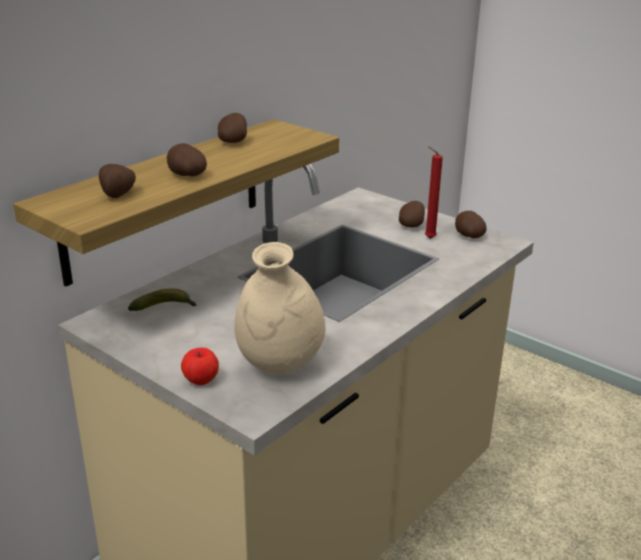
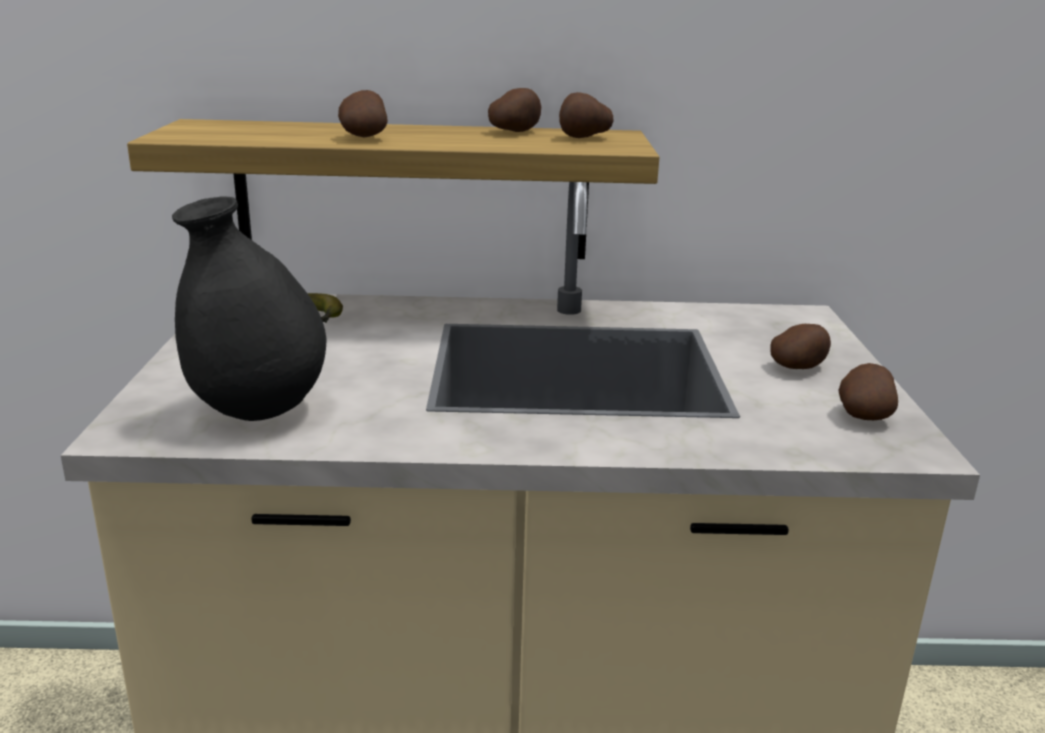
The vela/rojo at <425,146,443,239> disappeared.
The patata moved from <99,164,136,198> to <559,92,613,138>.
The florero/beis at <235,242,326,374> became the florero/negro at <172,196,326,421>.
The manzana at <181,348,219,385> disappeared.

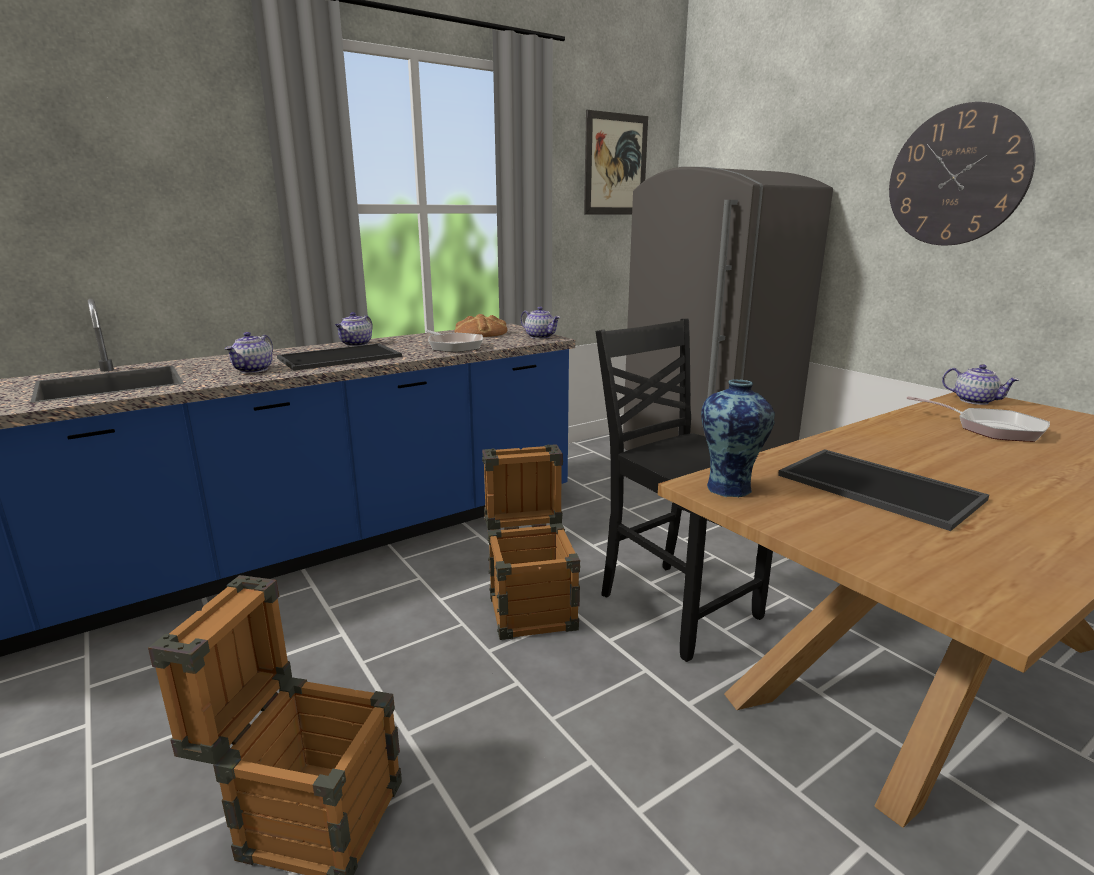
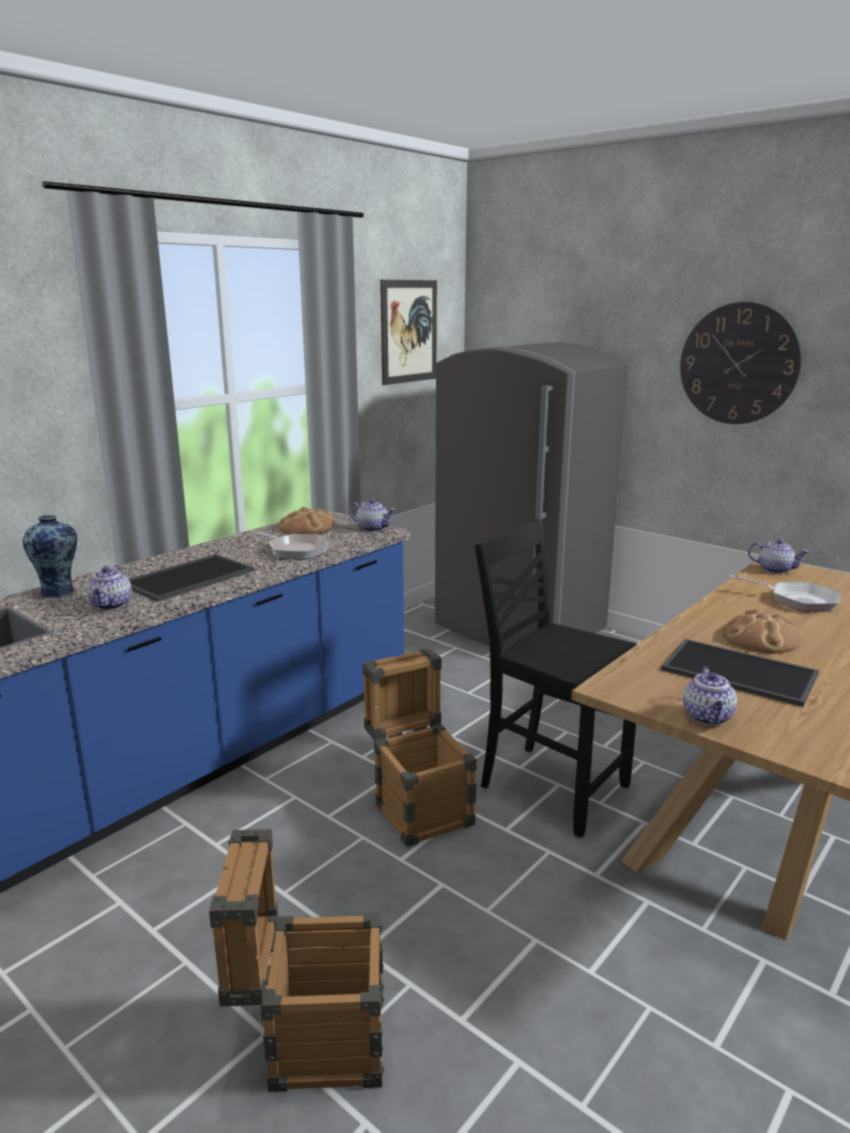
The tetera moved from <335,312,373,346> to <683,667,737,725>.
The florero moved from <701,379,775,497> to <22,515,77,598>.
The pan at <723,609,800,654> appeared.

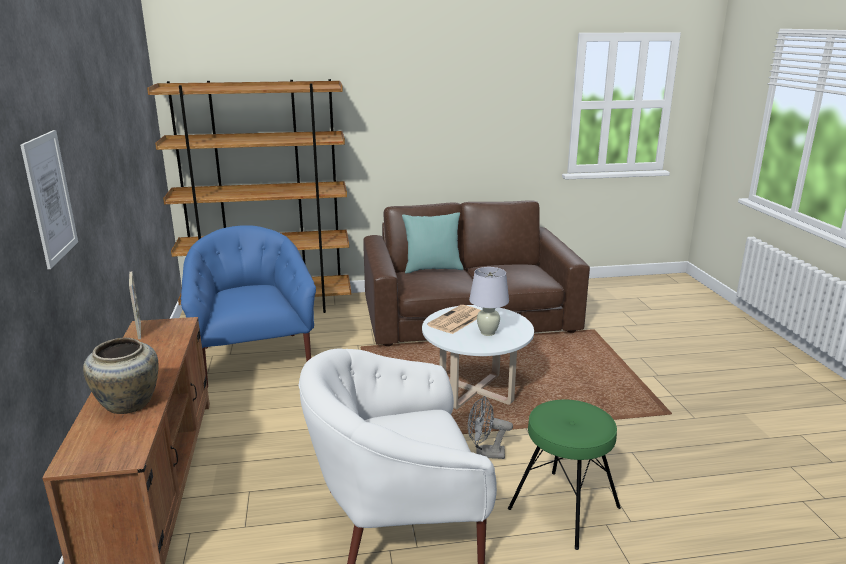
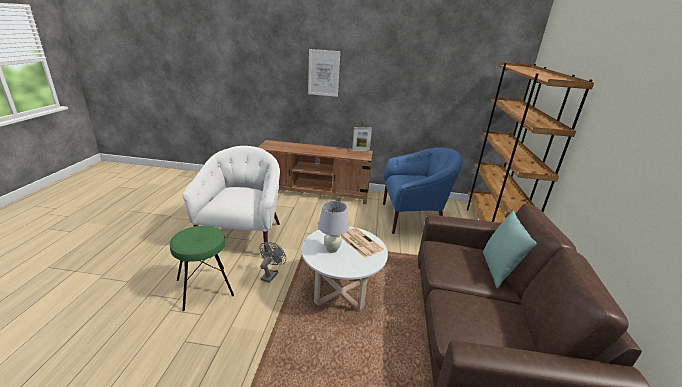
The florero/beis at <83,338,159,414> disappeared.

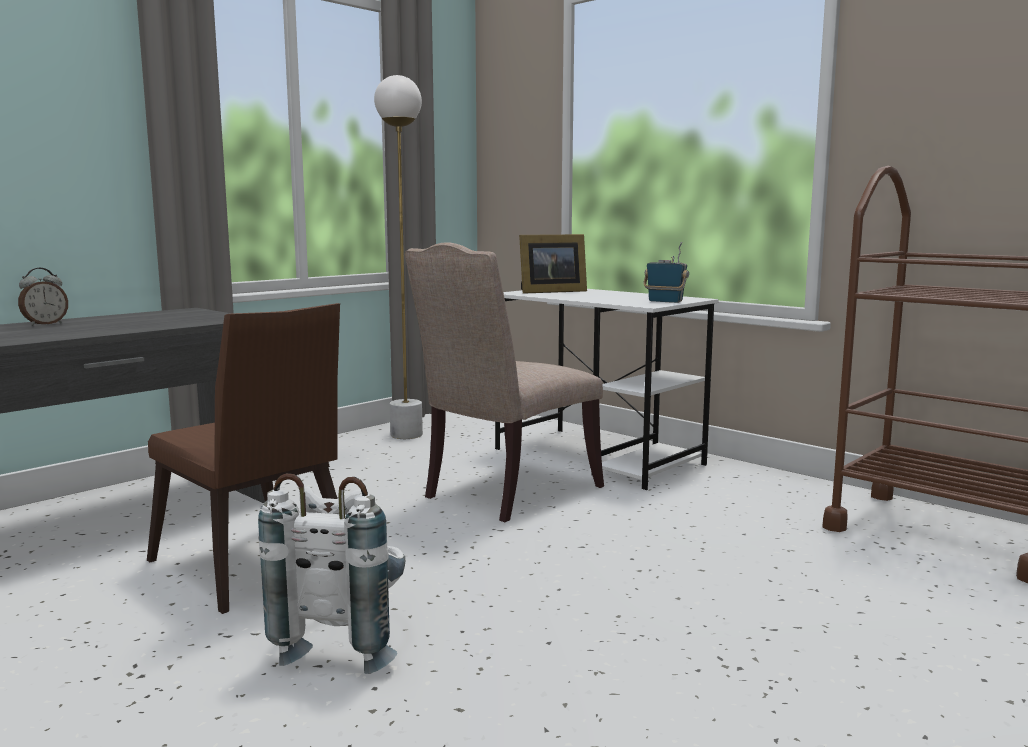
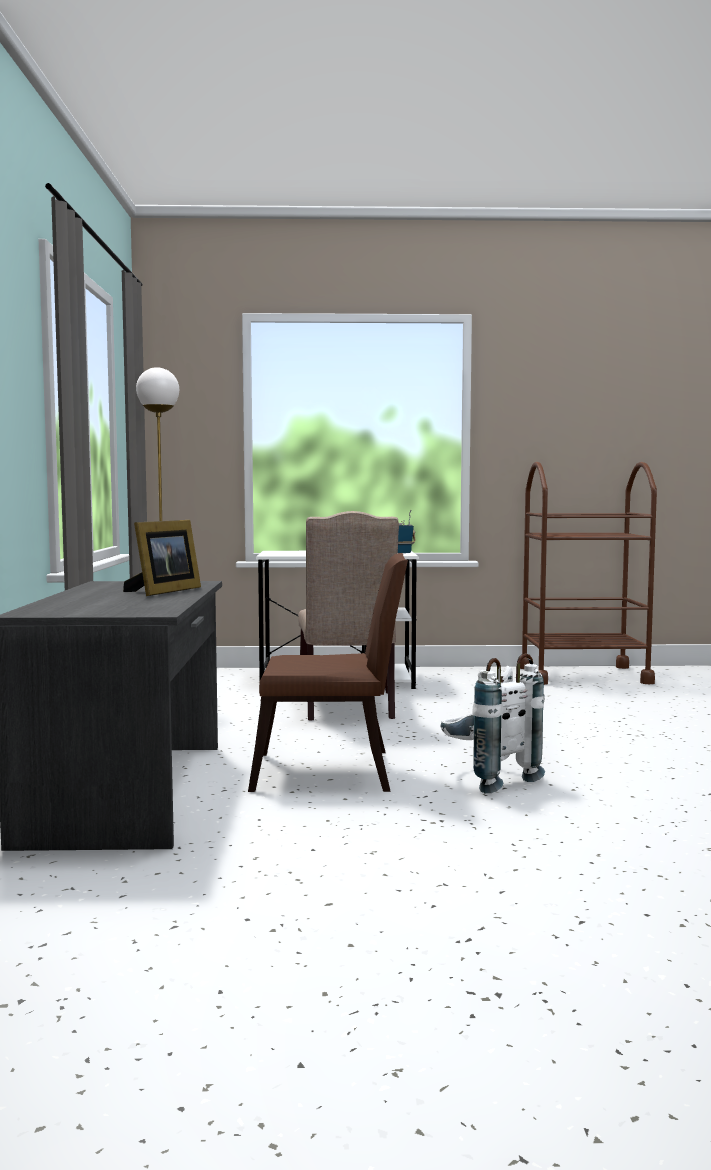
The portarretratos moved from <519,234,587,294> to <123,520,201,596>.
The despertador at <18,268,68,326> disappeared.

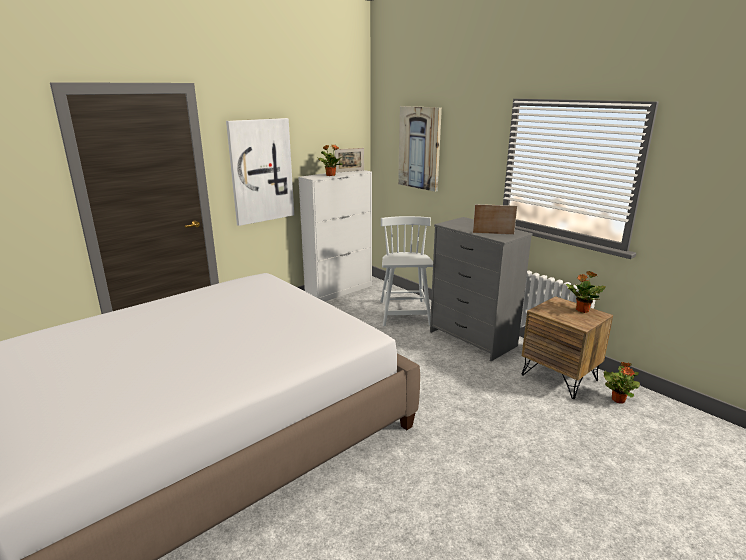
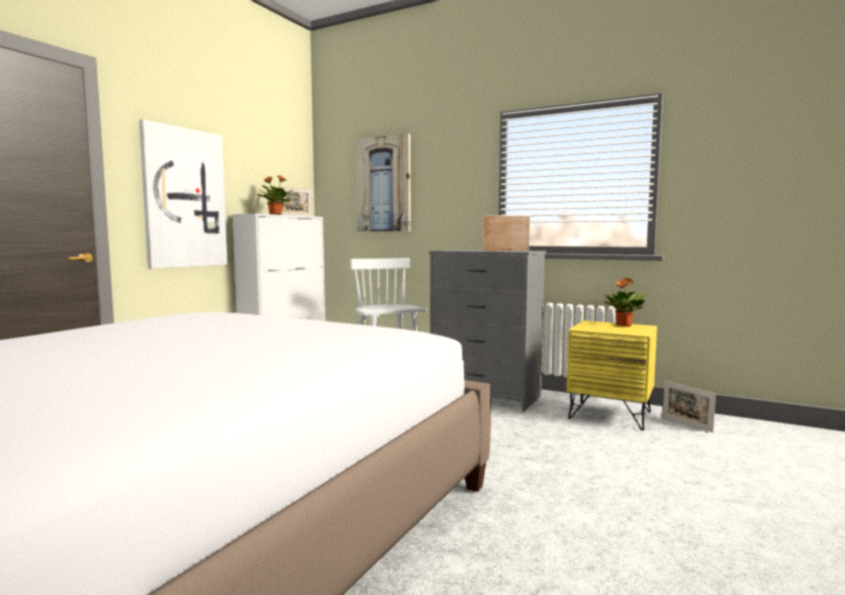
The mesita de noche/marrón at <521,296,613,399> became the mesita de noche/amarillo at <567,321,657,431>.
The planta en maceta at <604,362,640,404> was replaced by the portarretratos at <663,381,716,433>.

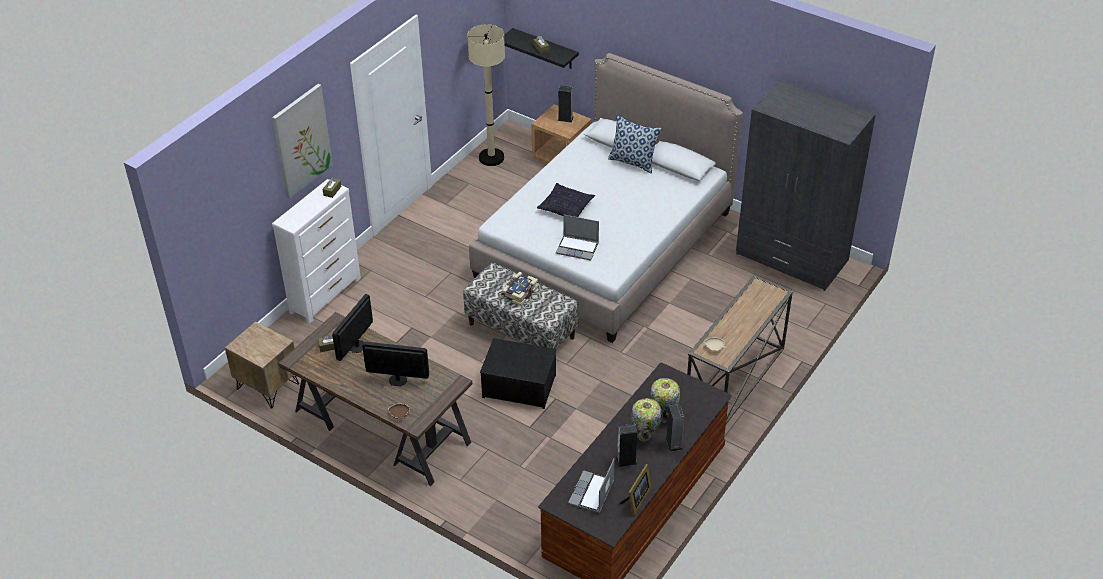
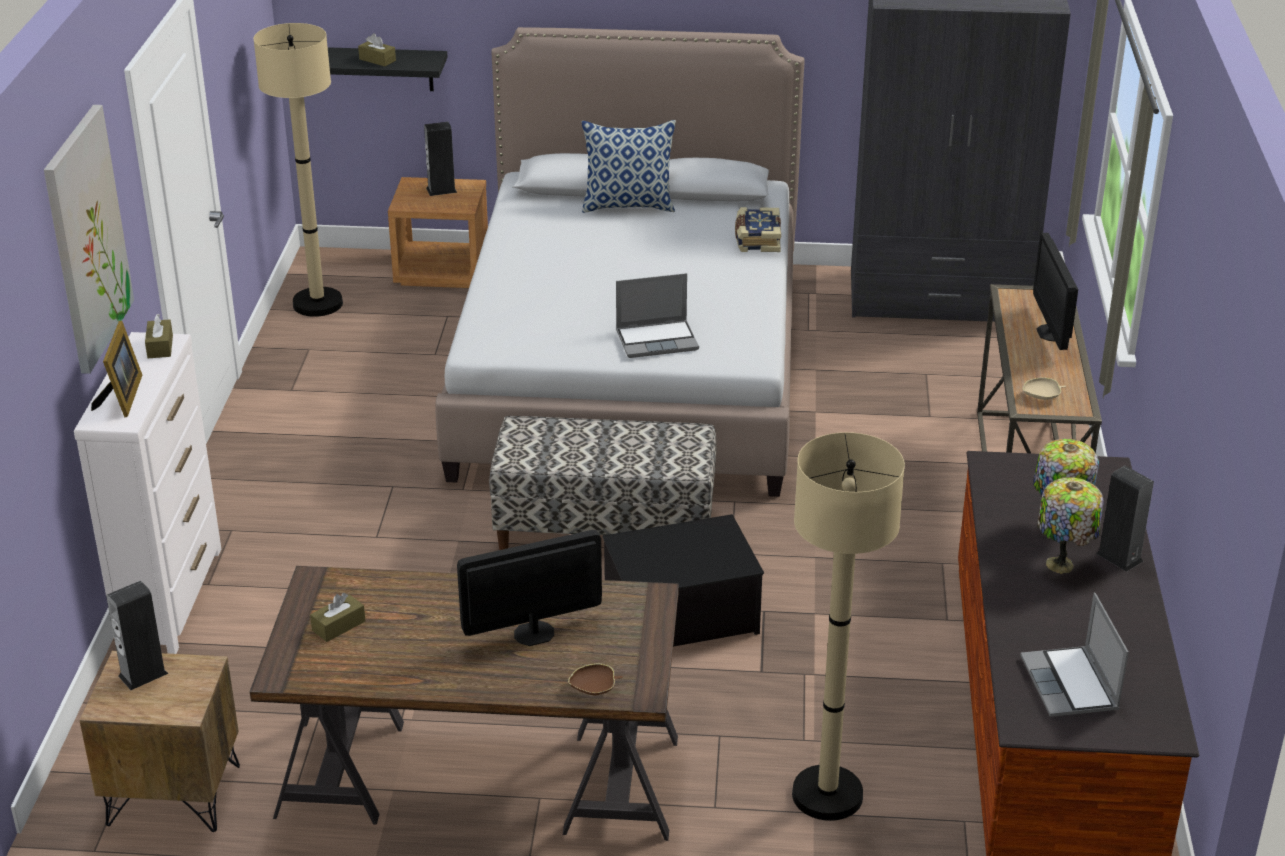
The cojín at <537,183,595,217> disappeared.
The libro moved from <501,272,538,306> to <735,207,781,252>.
The monitor moved from <332,294,373,361> to <1033,233,1078,350>.
The altavoz moved from <616,424,637,467> to <106,581,168,690>.
The portarretratos moved from <619,464,652,516> to <91,321,142,417>.
The lámpara de pie/beis at <792,432,905,821> appeared.

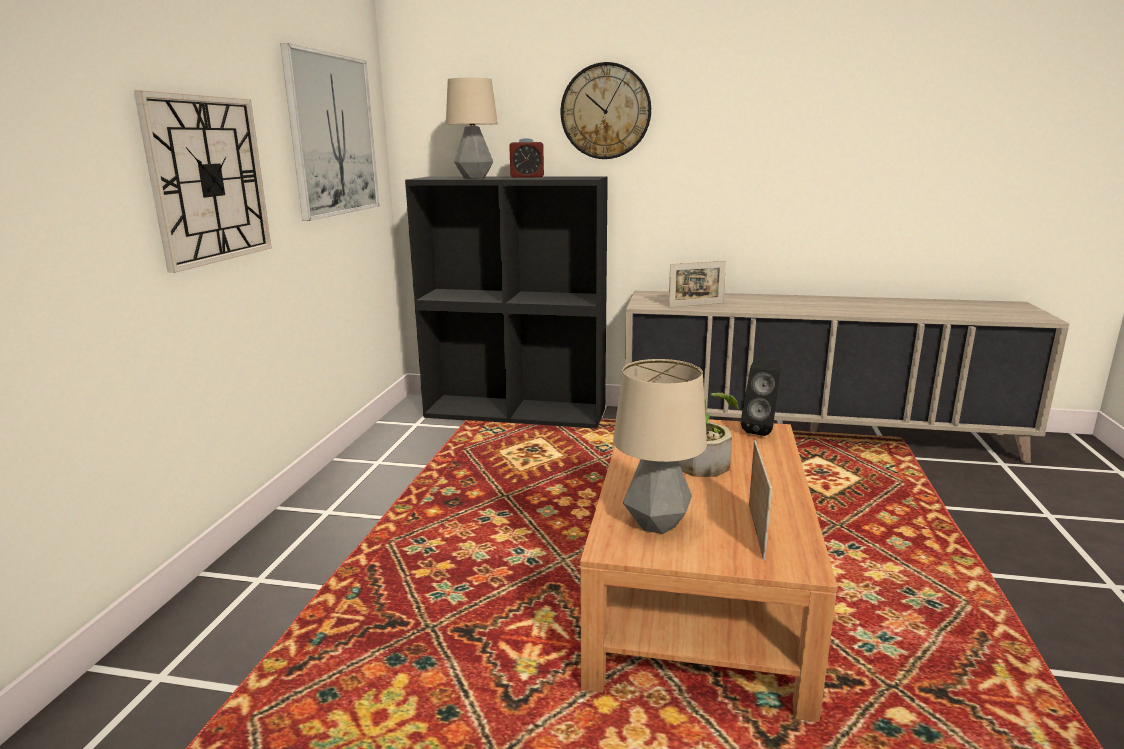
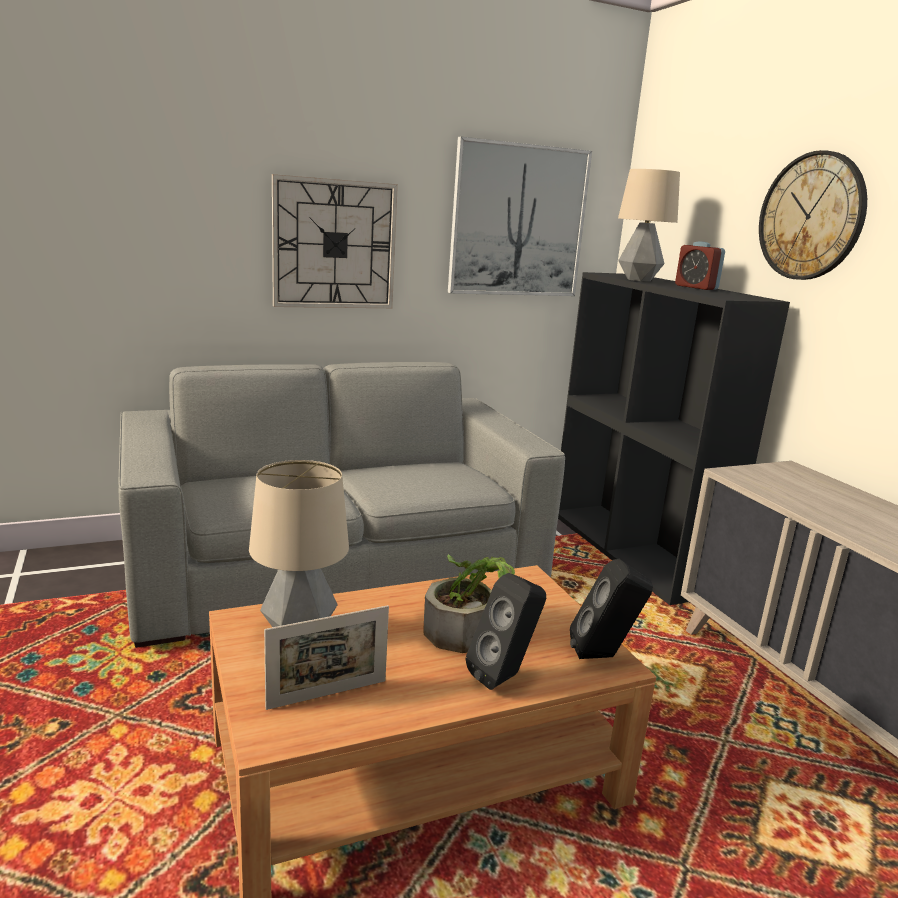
The portarretratos at <669,260,726,307> disappeared.
The sofá/gris at <118,362,565,648> appeared.
The altavoz/negro at <466,573,546,690> appeared.

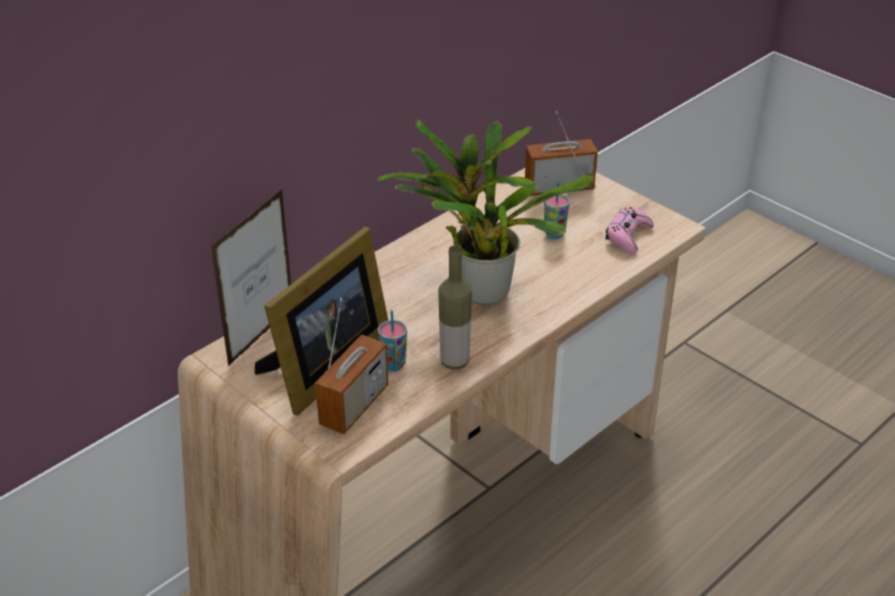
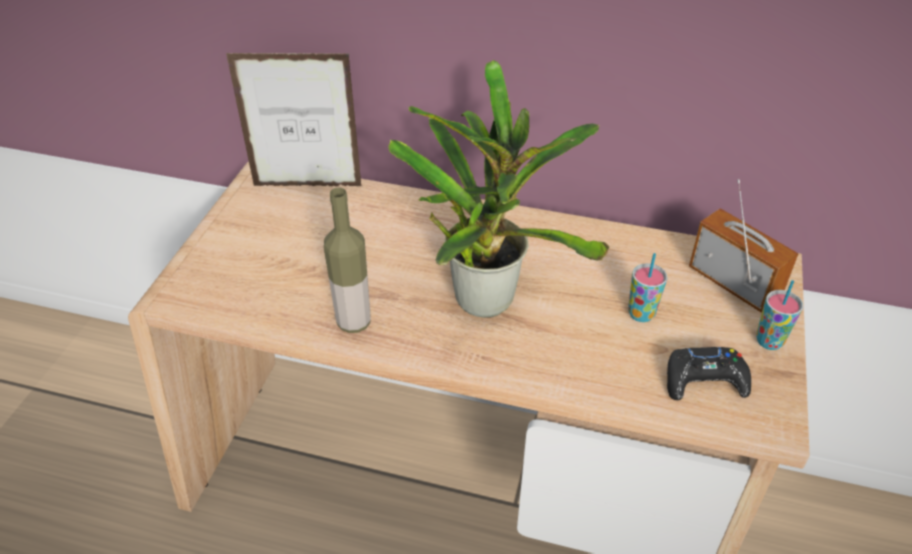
The mando de consola/rosa at <605,207,653,254> became the mando de consola/negro at <667,347,751,400>.
The portarretratos at <255,227,388,416> disappeared.
The radio at <315,297,388,434> disappeared.
The taza moved from <378,310,407,371> to <756,280,803,350>.

